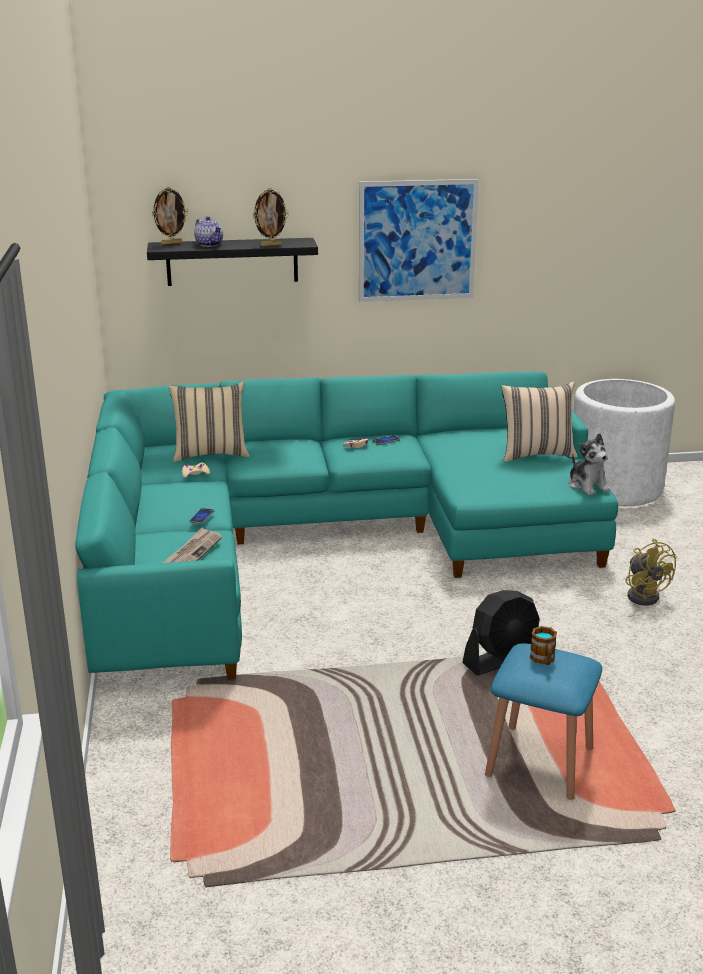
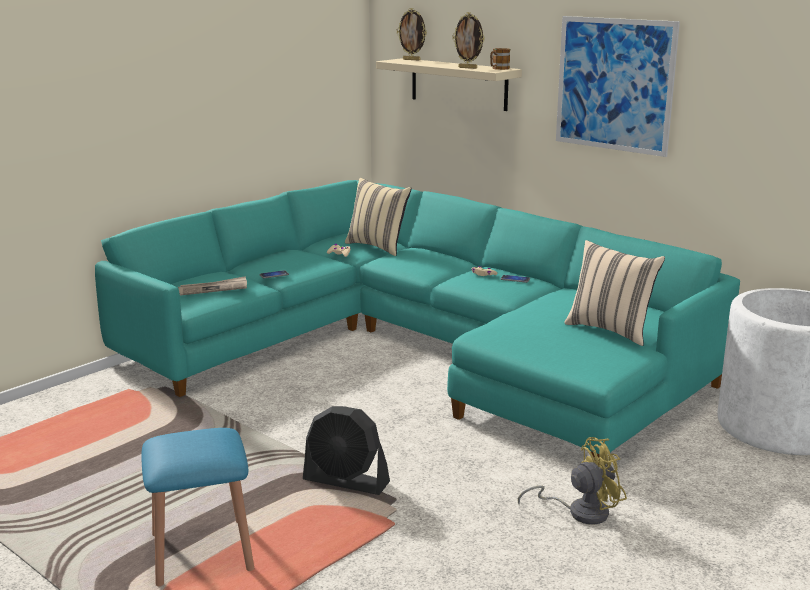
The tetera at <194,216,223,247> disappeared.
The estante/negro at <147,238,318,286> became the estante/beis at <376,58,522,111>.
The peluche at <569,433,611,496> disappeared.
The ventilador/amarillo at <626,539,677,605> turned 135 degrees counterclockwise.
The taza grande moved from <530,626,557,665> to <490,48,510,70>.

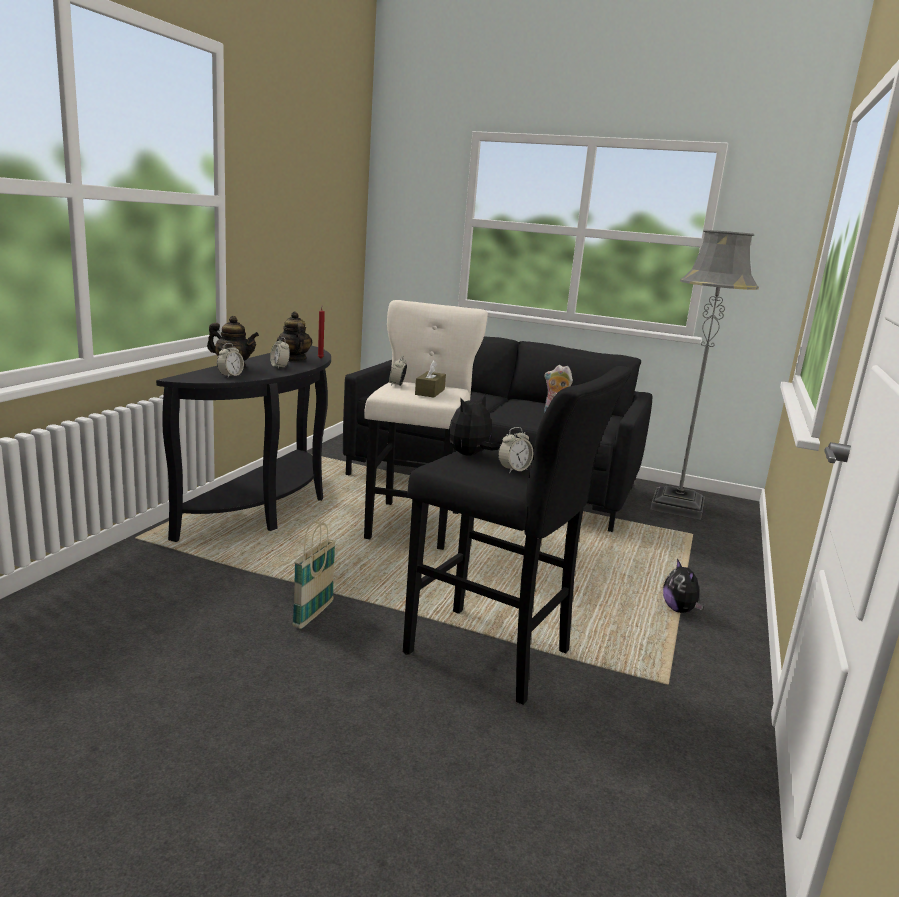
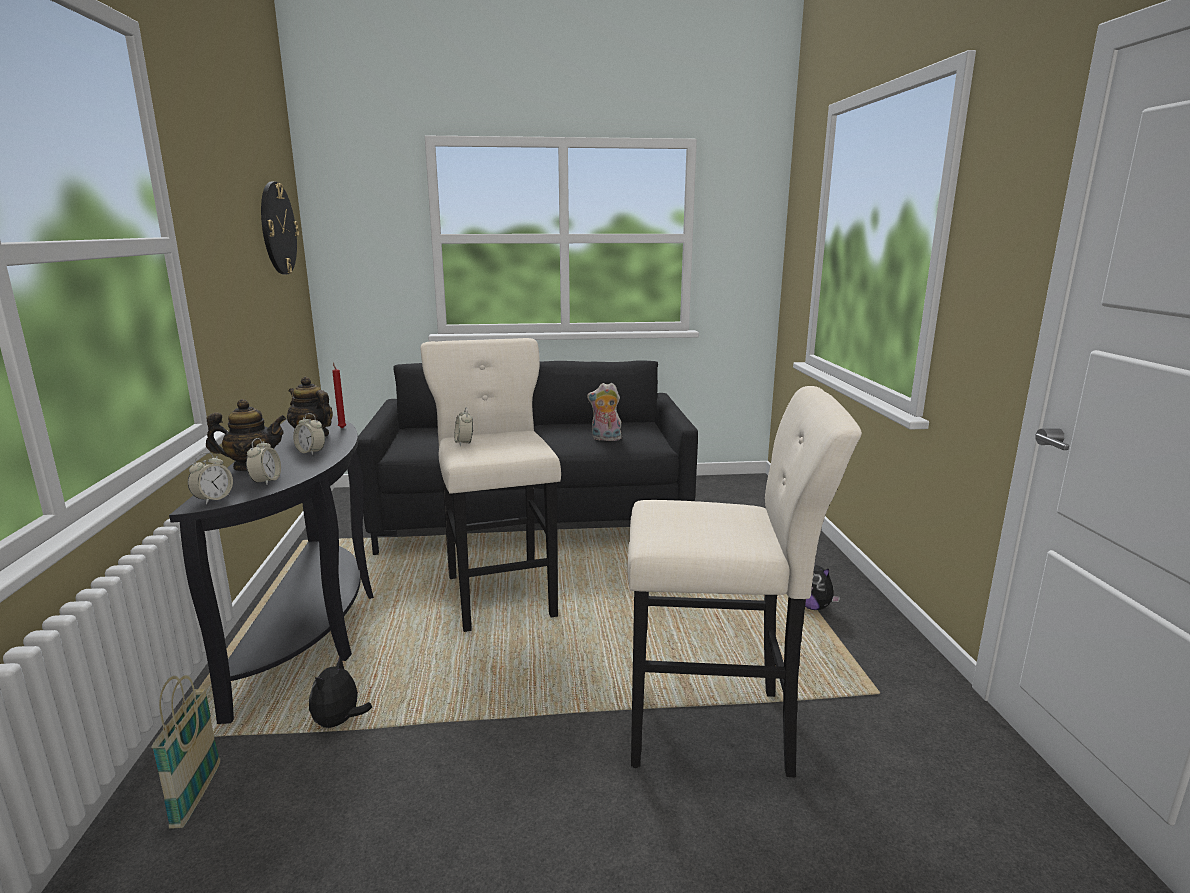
The lámpara de pie/gris at <651,230,759,520> disappeared.
The caja de pañuelos/marrón at <415,360,446,397> disappeared.
The taburete/negro at <403,366,632,705> became the taburete/beis at <627,386,862,778>.
The peluche moved from <449,394,501,455> to <309,656,372,728>.
The despertador moved from <498,427,533,473> to <188,453,233,505>.
The cesta moved from <292,521,336,629> to <152,675,220,829>.
The reloj de pared at <261,182,299,274> appeared.

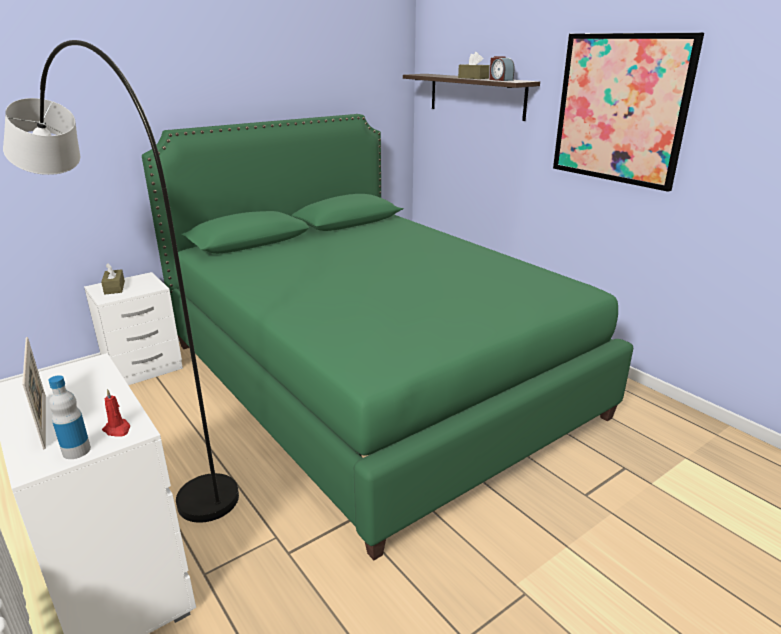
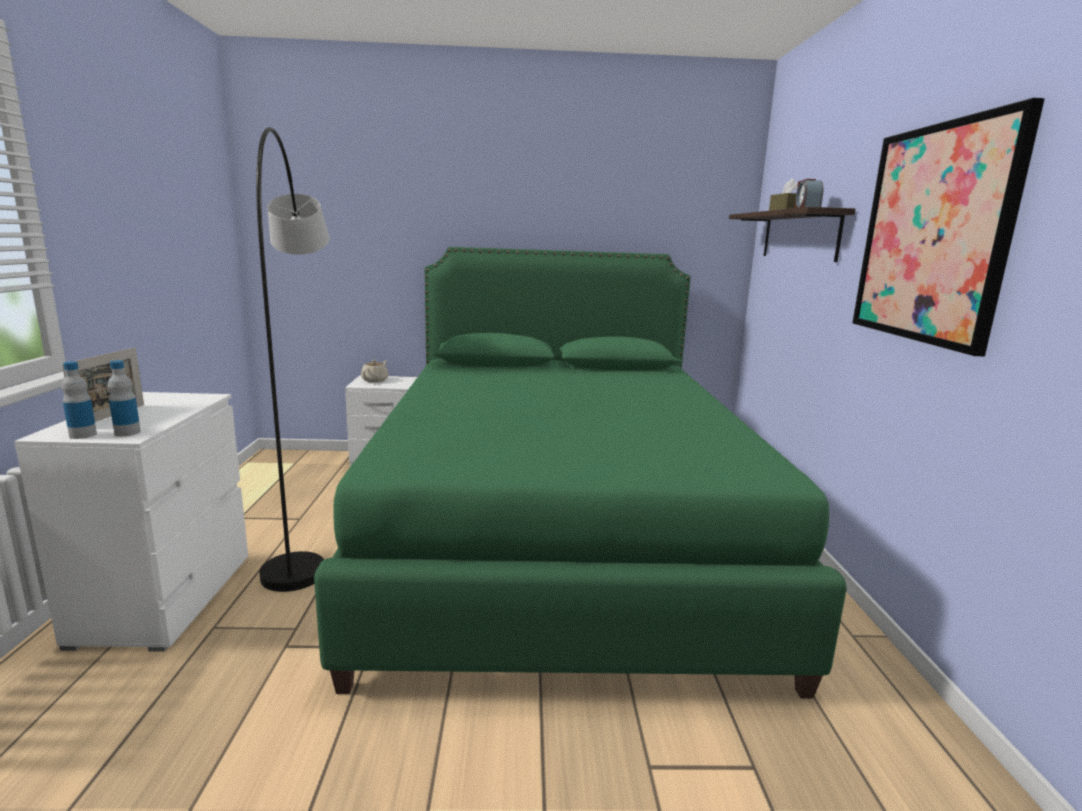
The caja de pañuelos/marrón at <101,263,125,295> was replaced by the tetera/beis at <361,360,389,382>.
The vela/rojo at <102,389,130,437> was replaced by the botella at <108,360,141,436>.

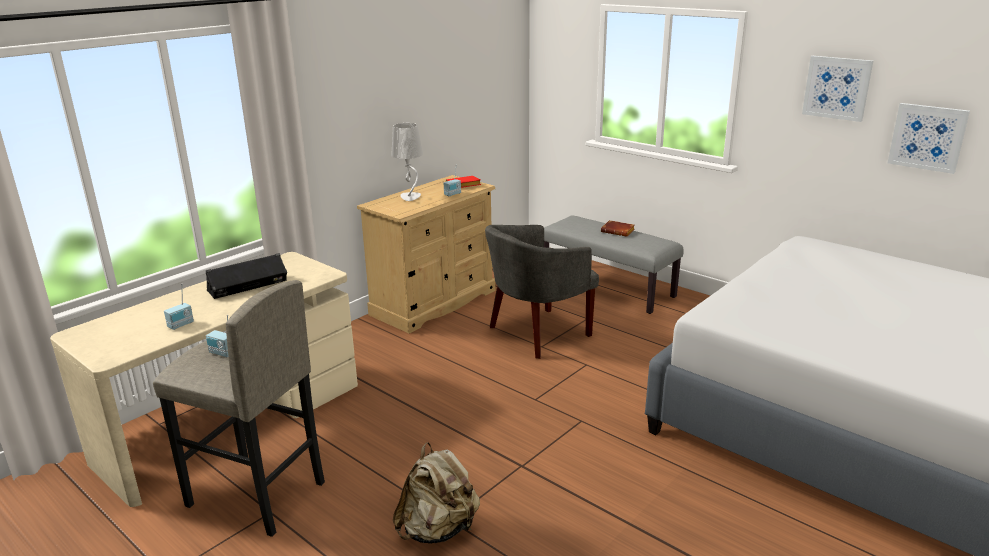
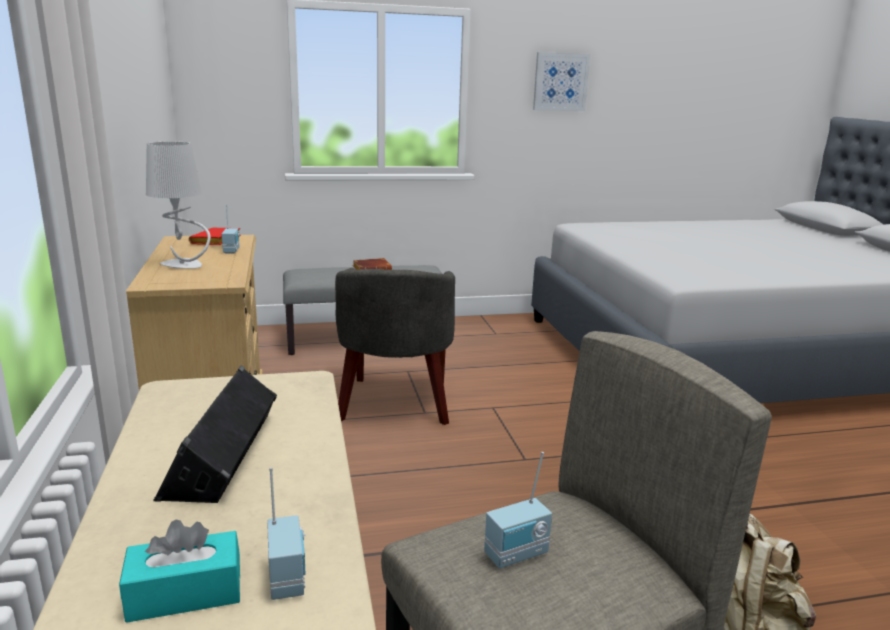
The cuadro at <888,103,970,174> disappeared.
The caja de pañuelos/turquesa at <119,520,240,623> appeared.

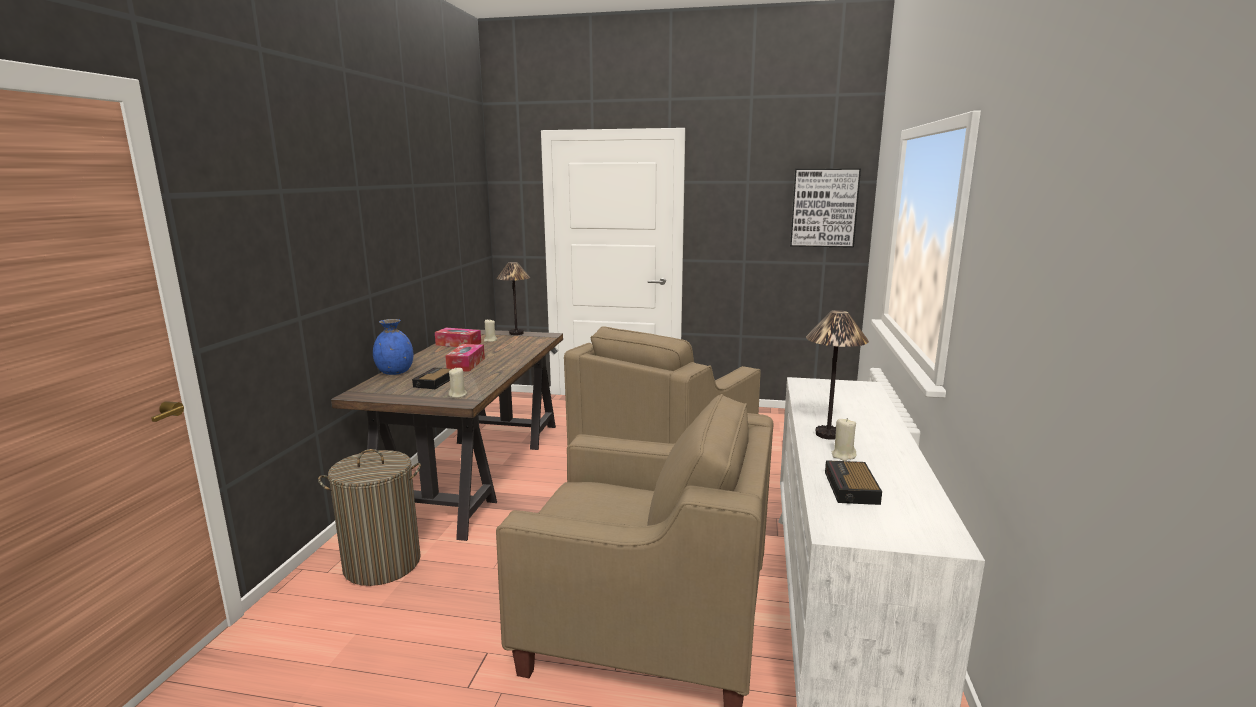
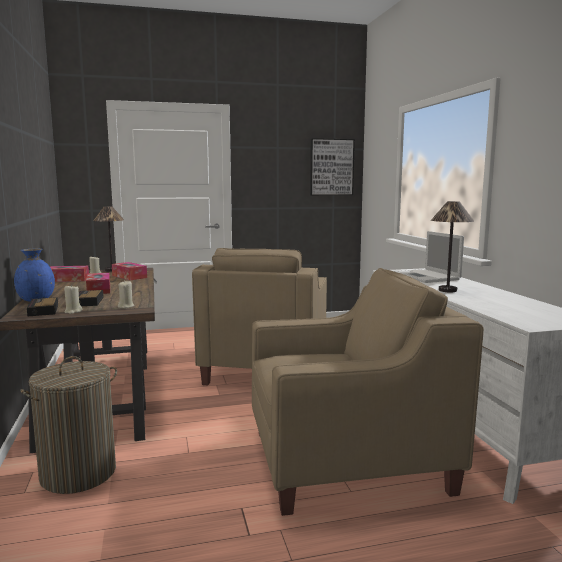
The vela/beis moved from <832,418,857,461> to <64,285,82,314>.
The despertador moved from <825,460,882,505> to <27,297,58,316>.
The portátil at <394,231,464,283> appeared.
The caja de pañuelos at <112,262,147,280> appeared.

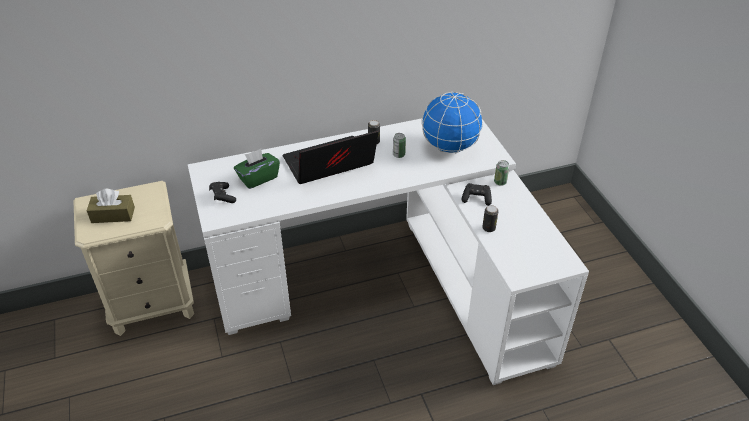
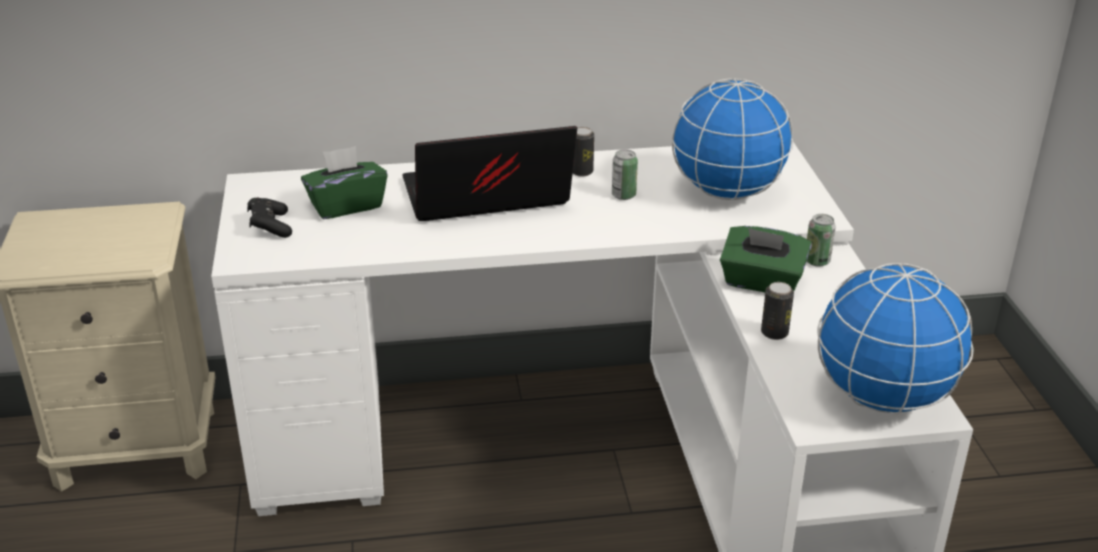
The mando de consola/negro at <462,183,492,206> was replaced by the caja de pañuelos/verde at <720,226,812,292>.
The caja de pañuelos/marrón at <87,189,135,223> disappeared.
The globo terráqueo at <817,263,973,415> appeared.

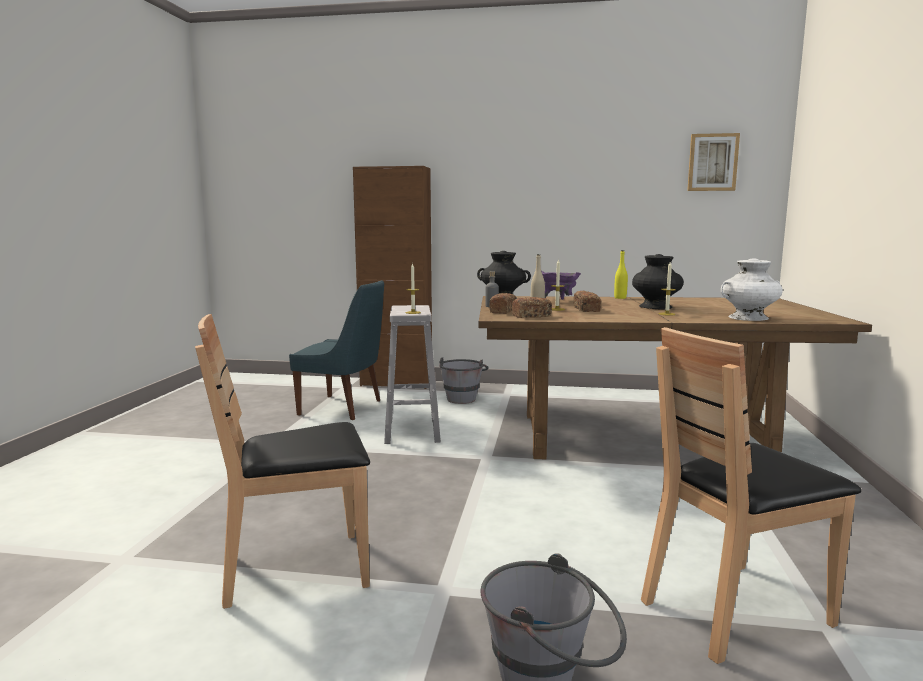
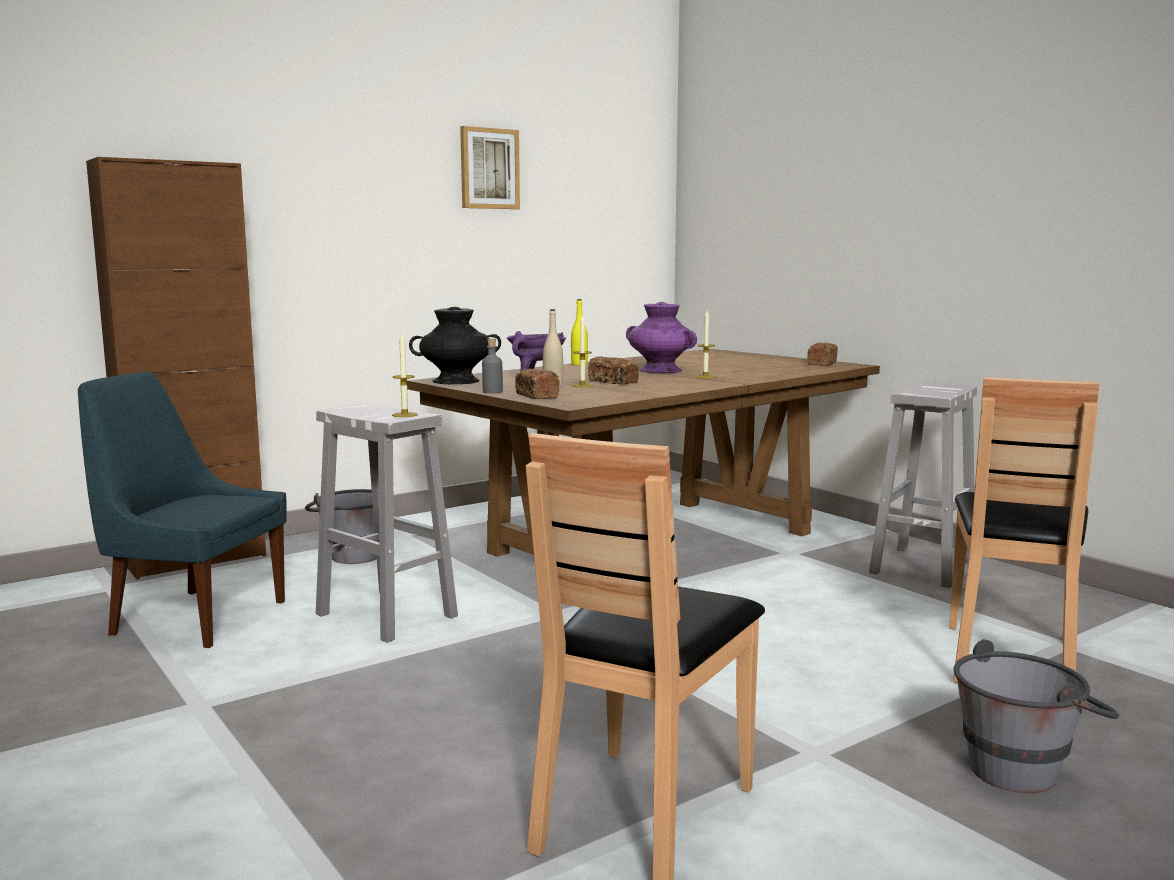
The cuadro moved from <687,133,740,191> to <460,126,520,209>.
The florero/negro at <632,254,684,309> became the florero/morado at <626,302,697,373>.
The florero/blanco at <721,259,783,321> disappeared.
The silla/azul at <289,281,384,420> turned 135 degrees counterclockwise.
The pan moved from <512,297,552,318> to <807,343,838,366>.
The taburete/blanco at <869,382,977,588> appeared.

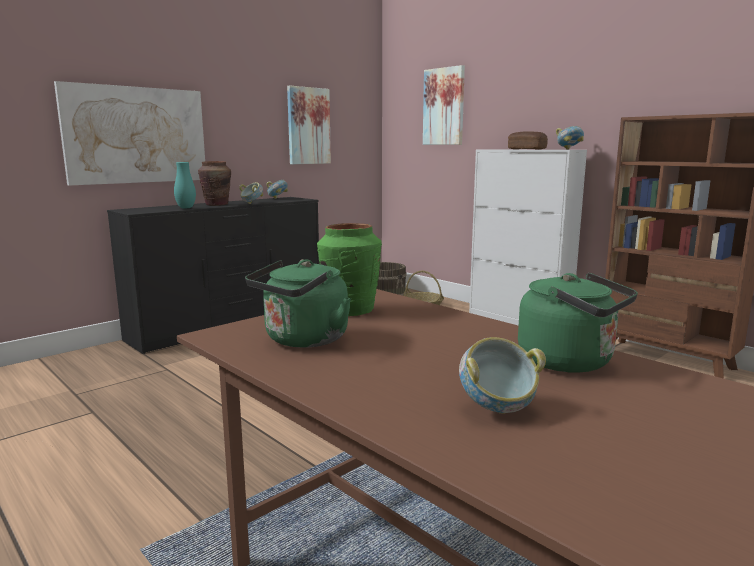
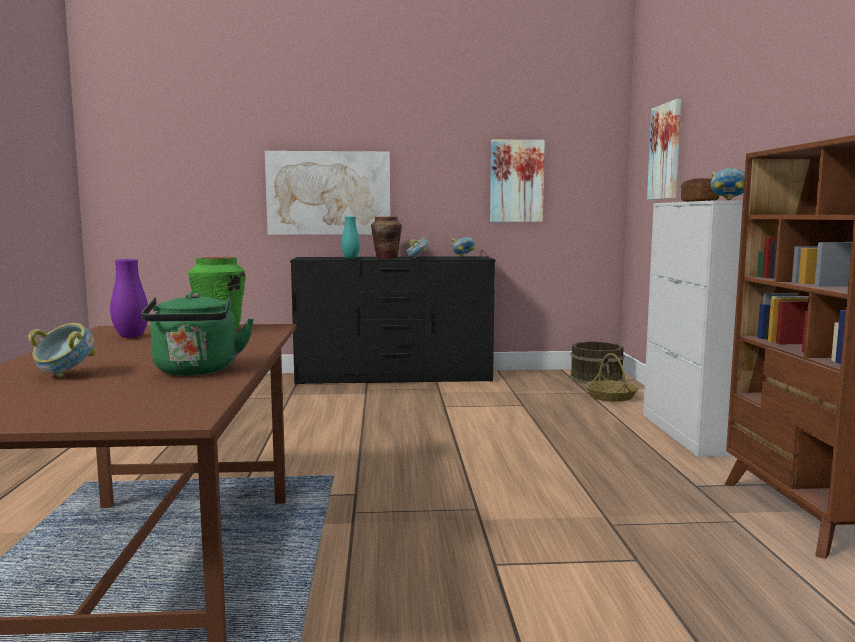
The hervidor/verde at <245,259,351,348> was replaced by the florero/morado at <110,259,148,338>.

